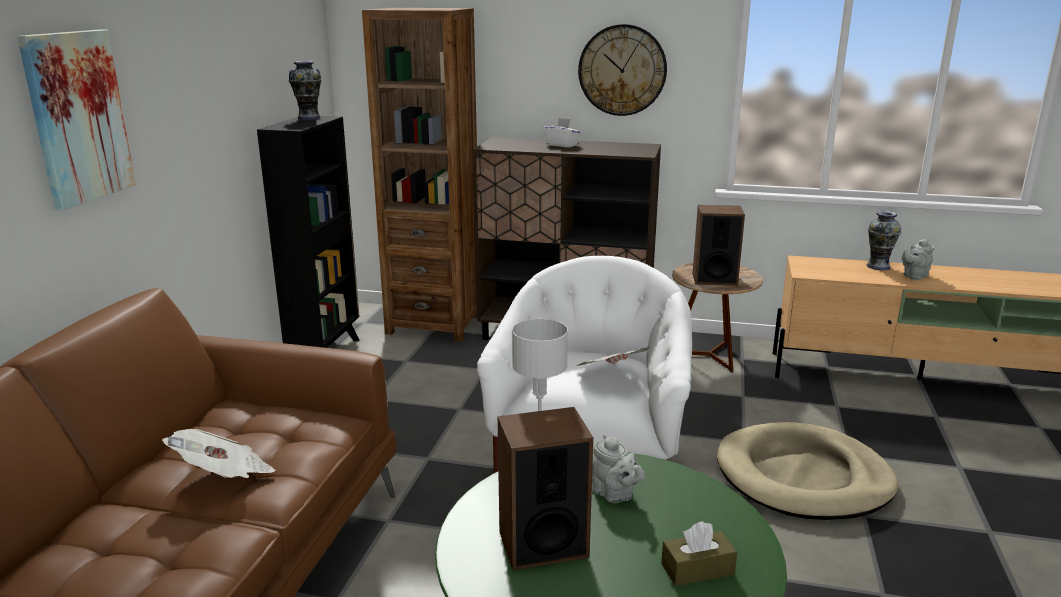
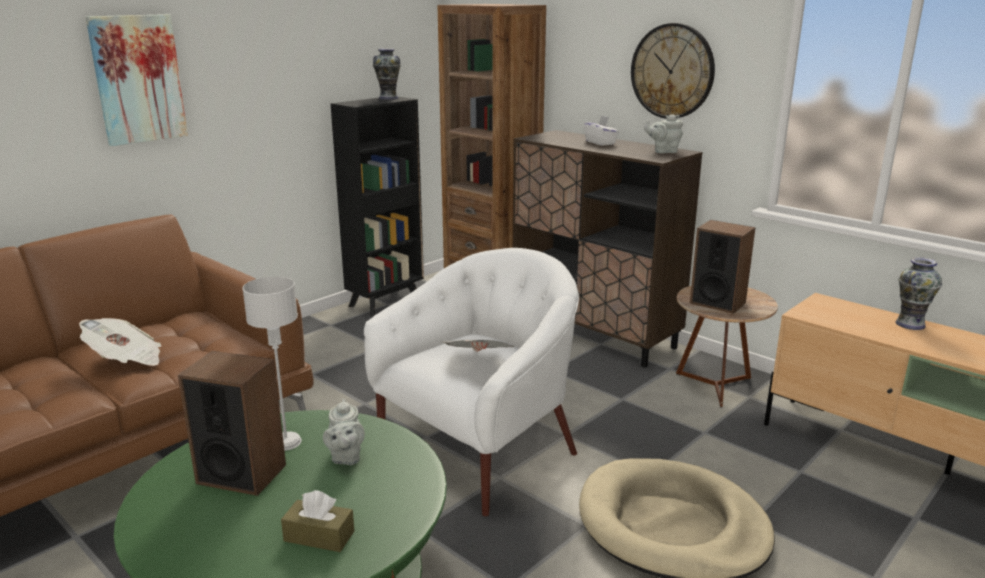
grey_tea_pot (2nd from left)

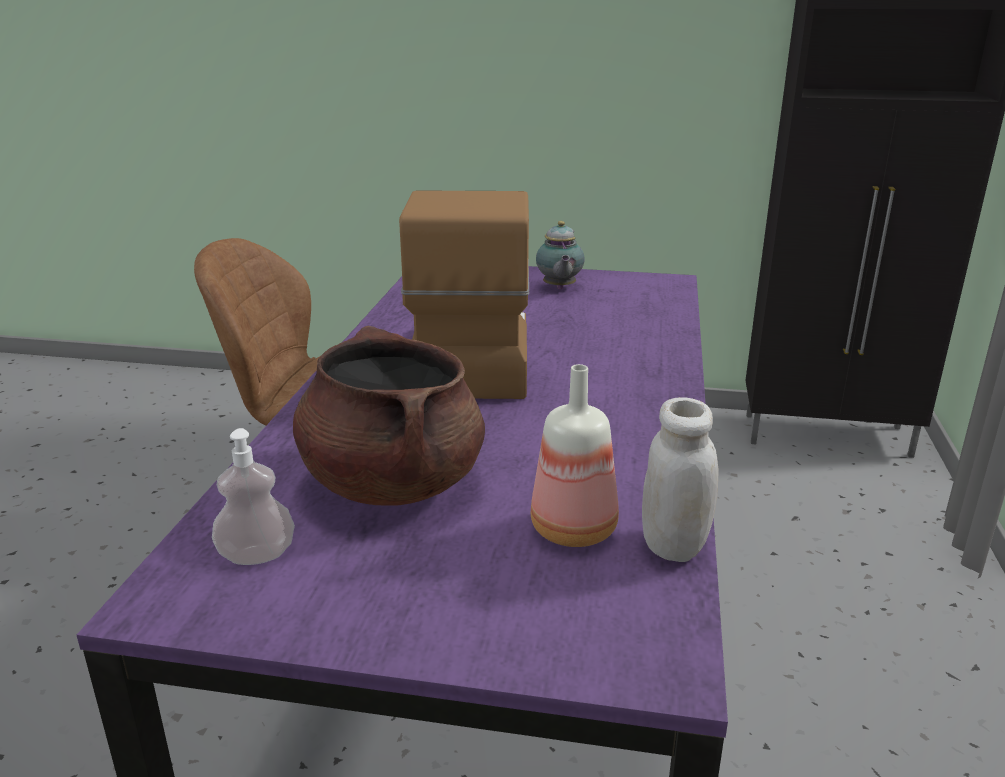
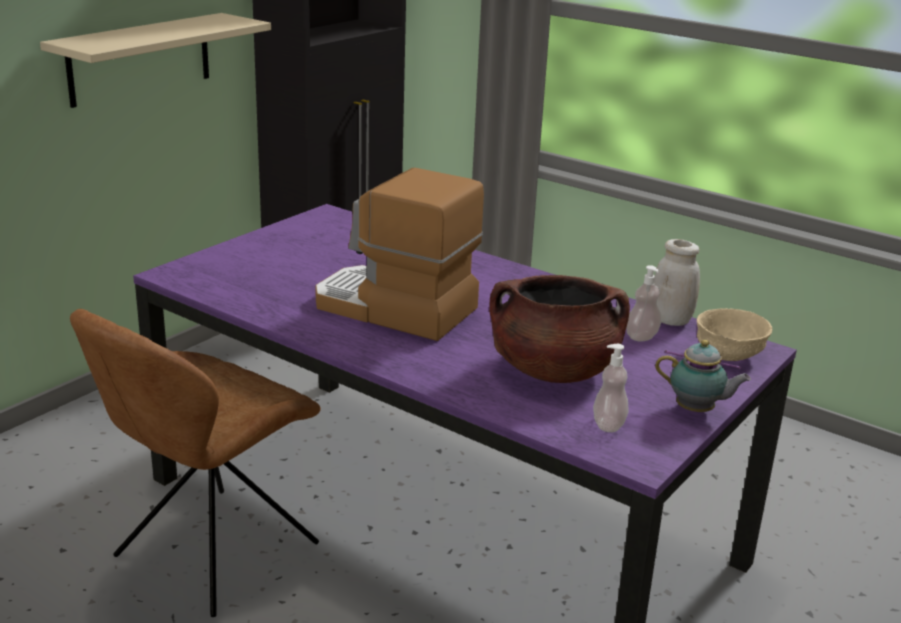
liquid_soap_bottle (2nd from left); tea_pot; sand-coloured_wall_shelf; sand-coloured_deep_dish

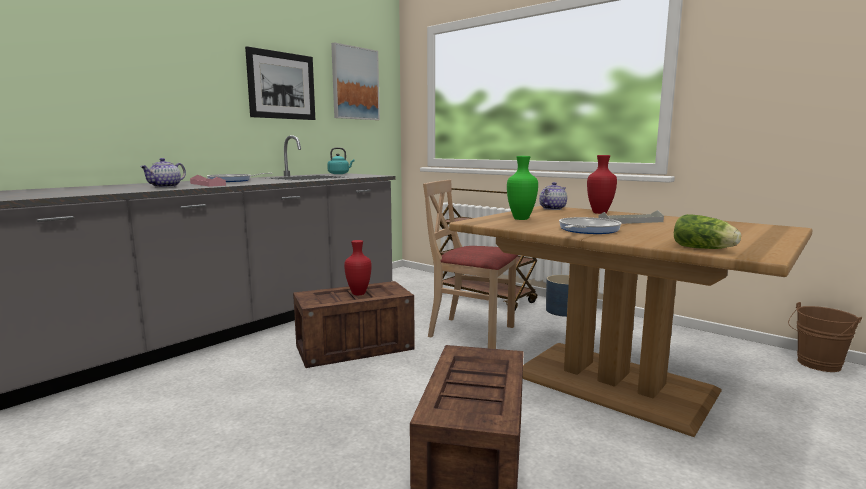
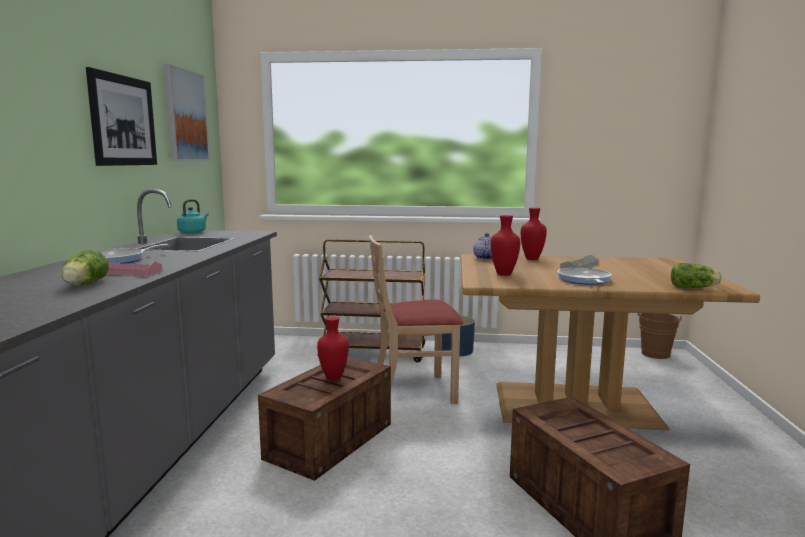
lettuce (1st from left); reddish_decorative_vase (2nd from left)

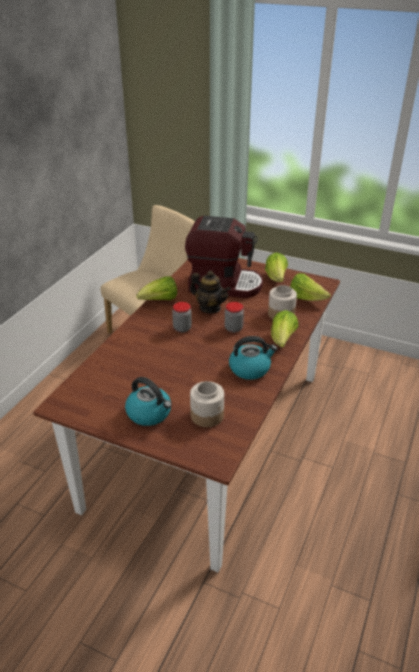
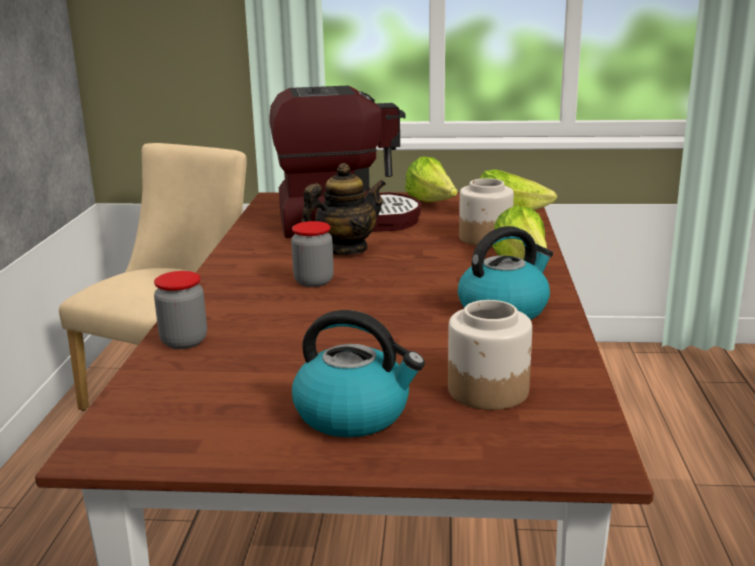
lettuce (1st from left in the first image); tea_pot; preserve_jar (1st from left)

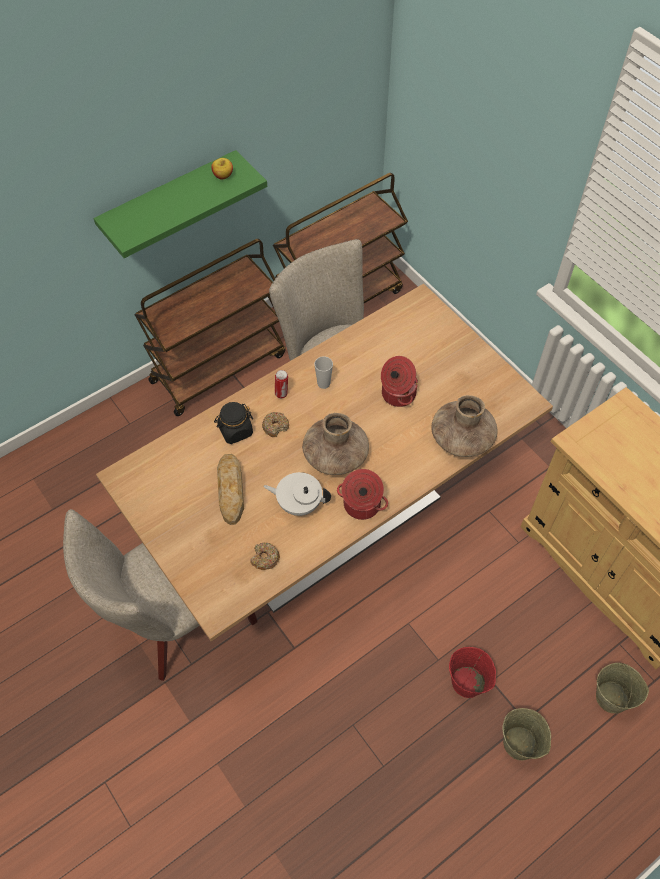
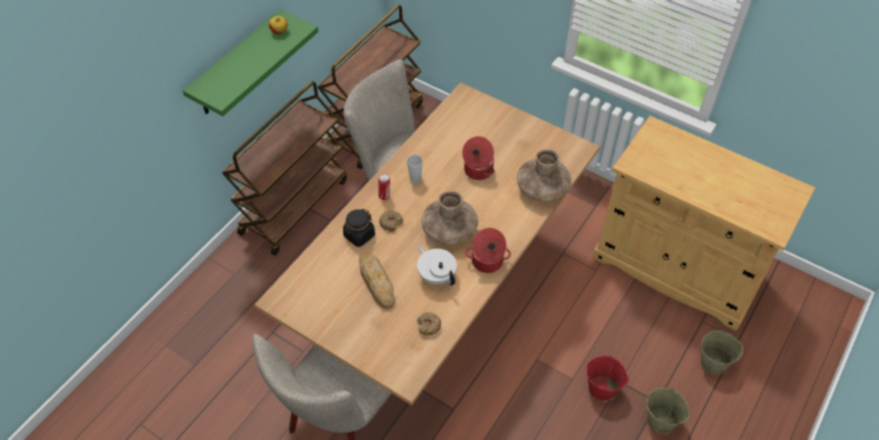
white_tea_pot

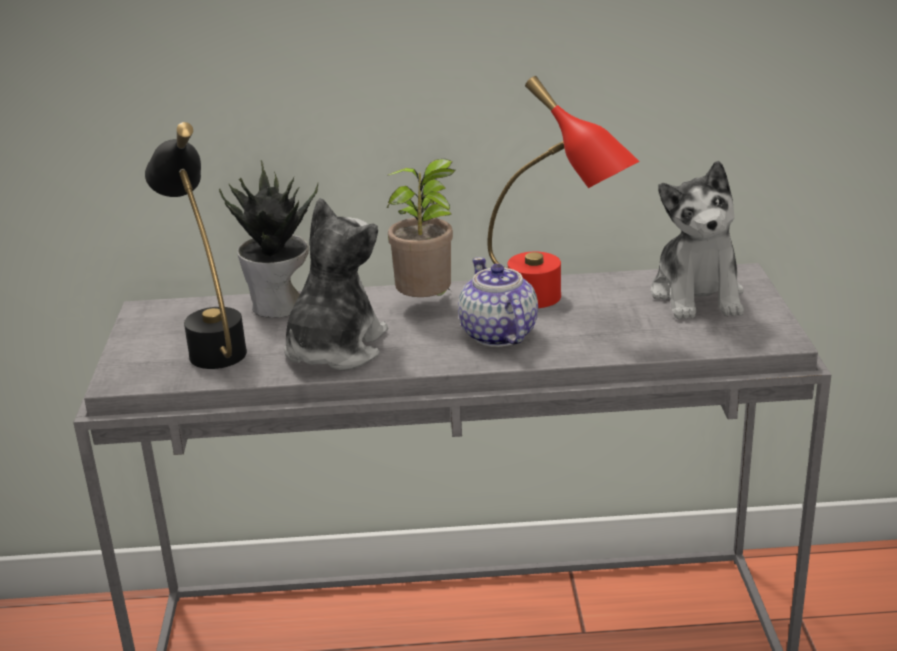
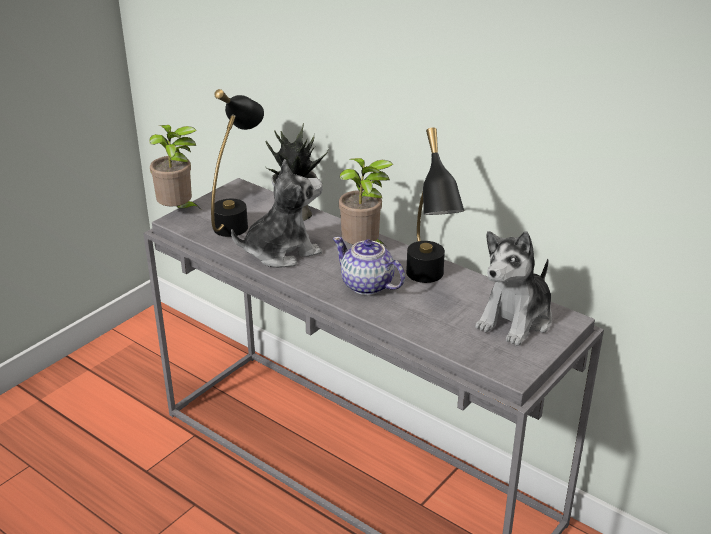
tea_pot; black_table_lamp (2nd from left); houseplant (1st from left)

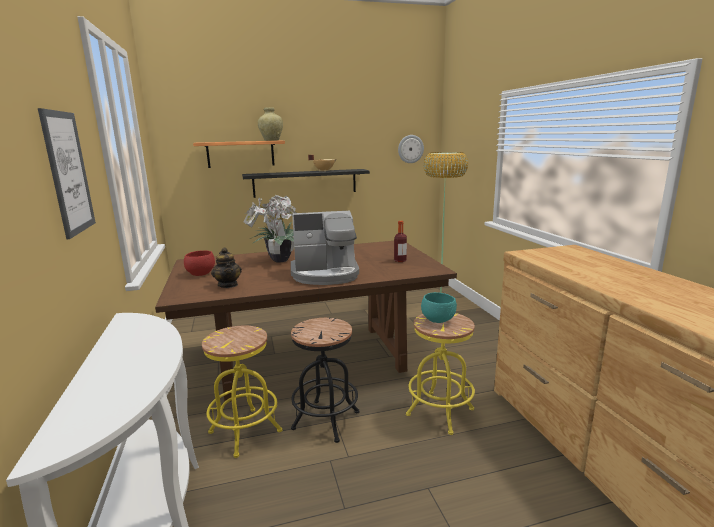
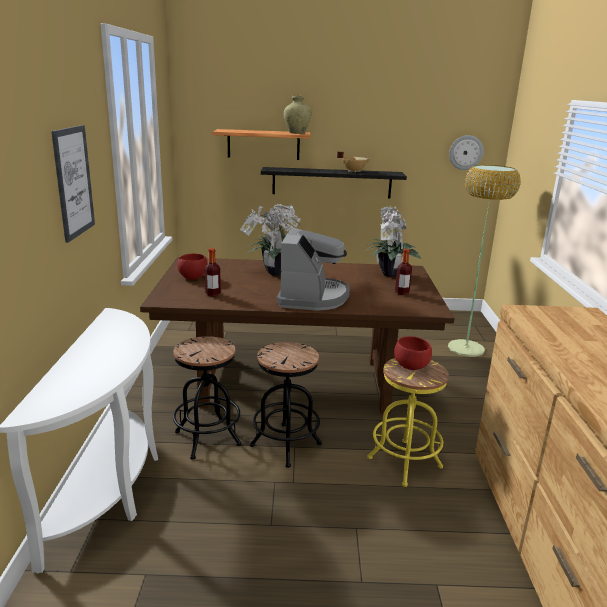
black_sitting_stool (1st from left); drink_bottle (1st from left); coffee_machine; reddish_deep_dish (2nd from left); houseplant (2nd from left)

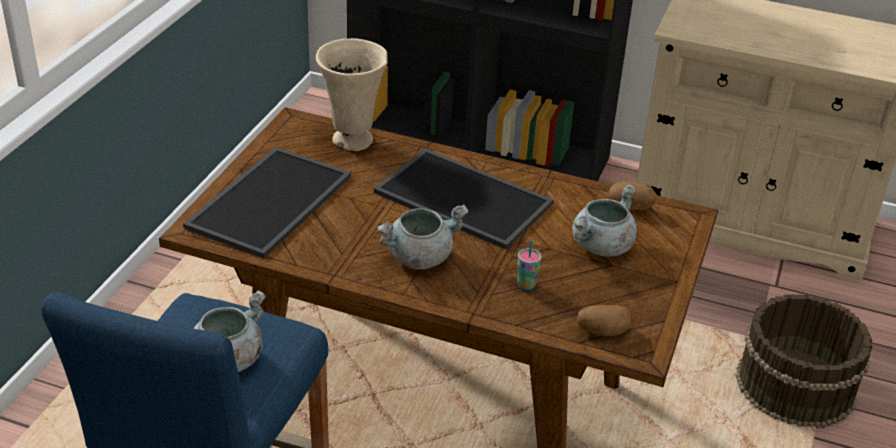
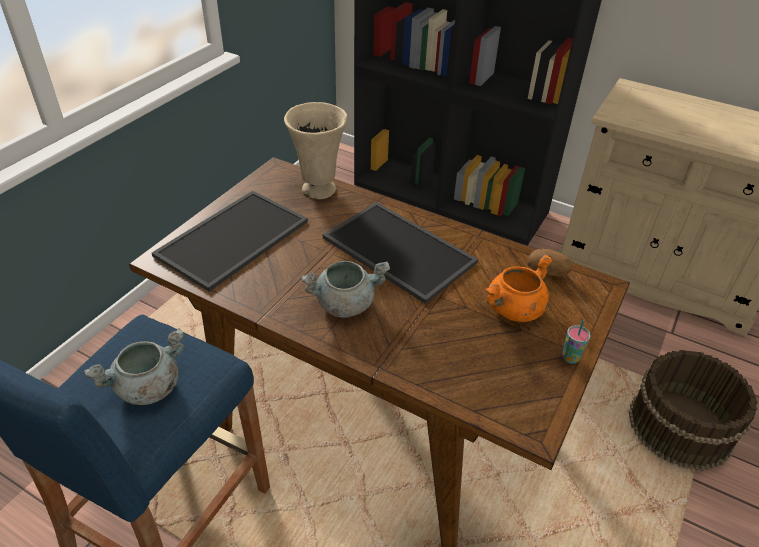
drinking_cup; orange_cooking_pot; whole_potato (1st from left in the first image)

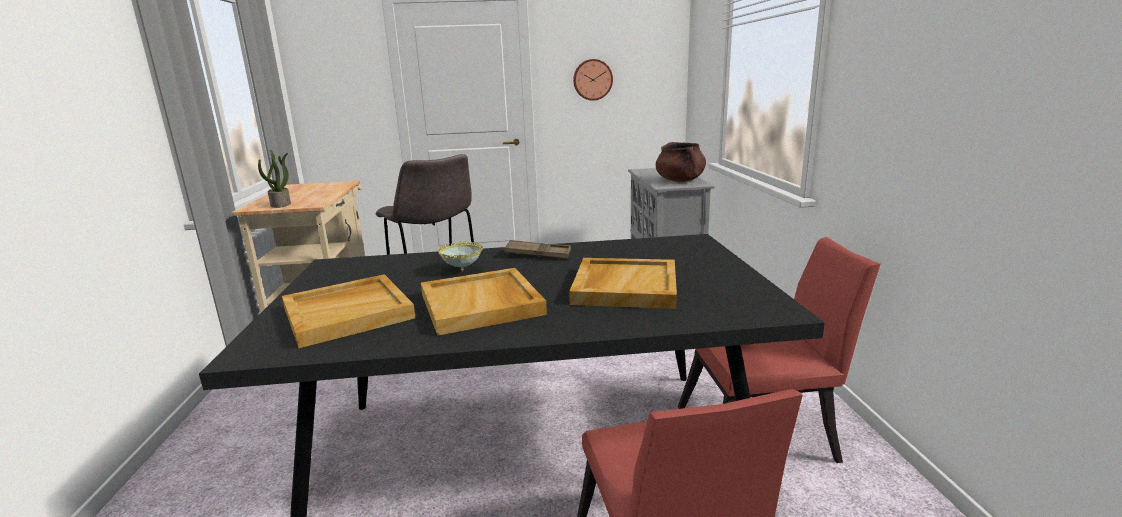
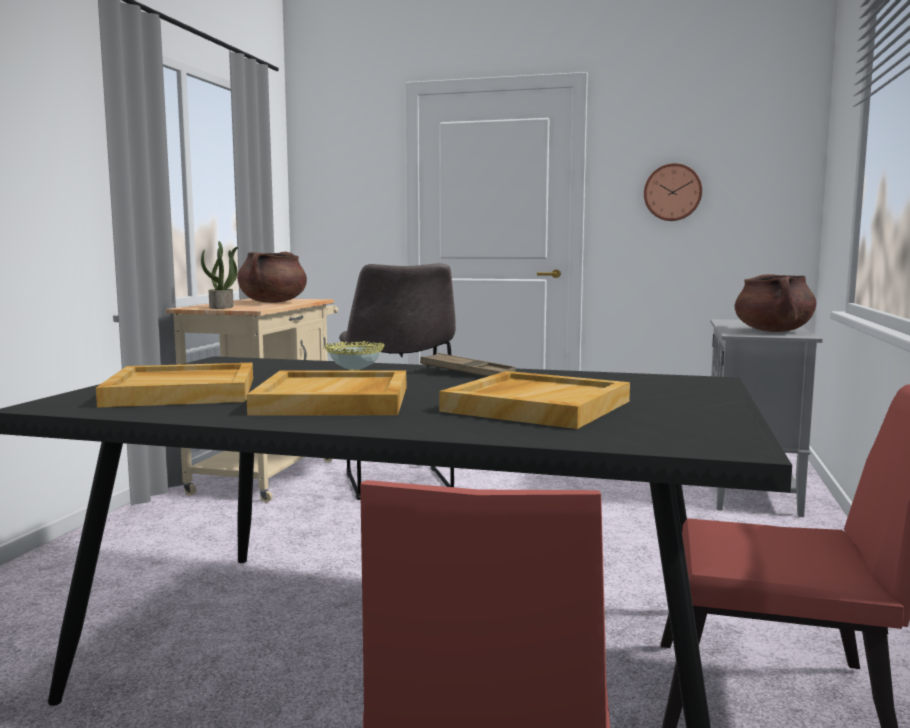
brown_cooking_pot (1st from left)

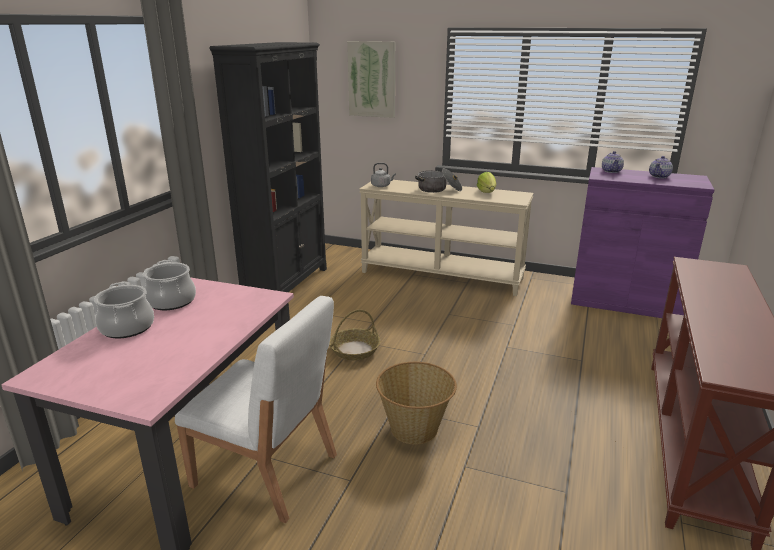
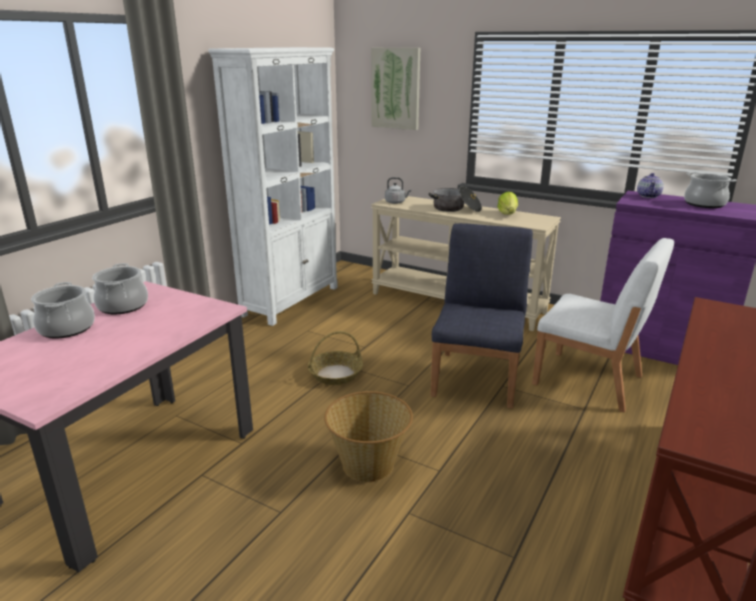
white_chair; white_bookshelf; cooking_pot (4th from left); blue-coloured_chair

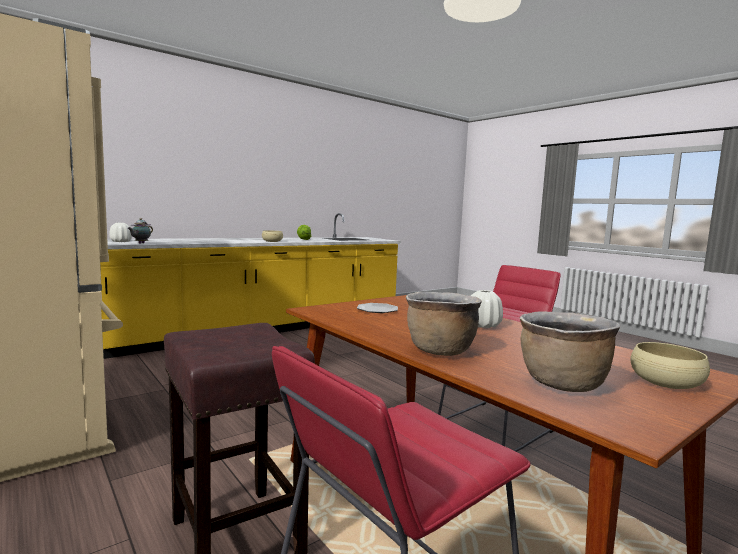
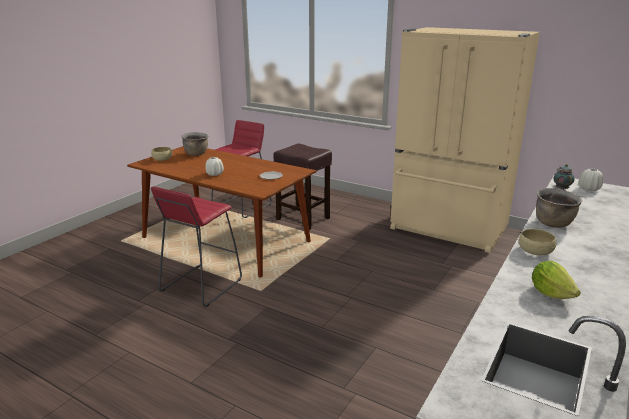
brown_cooking_pot (2nd from left)

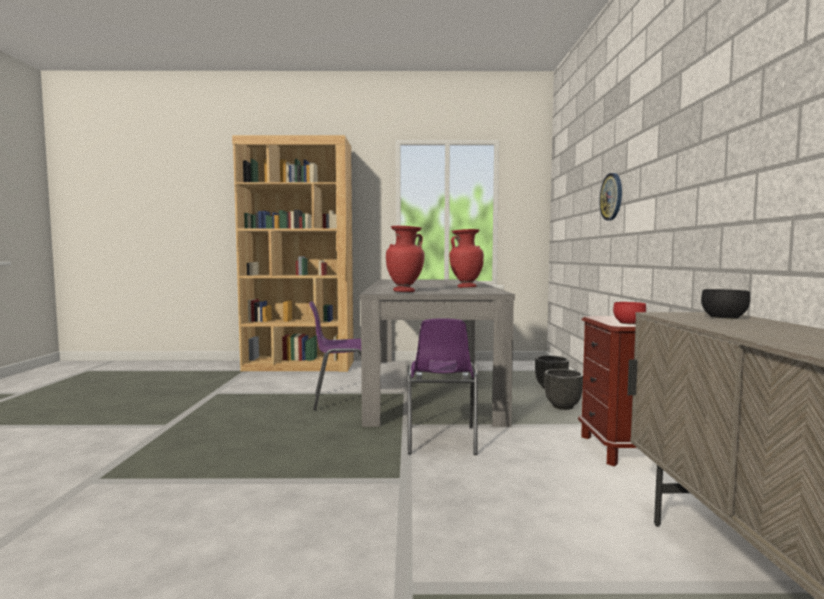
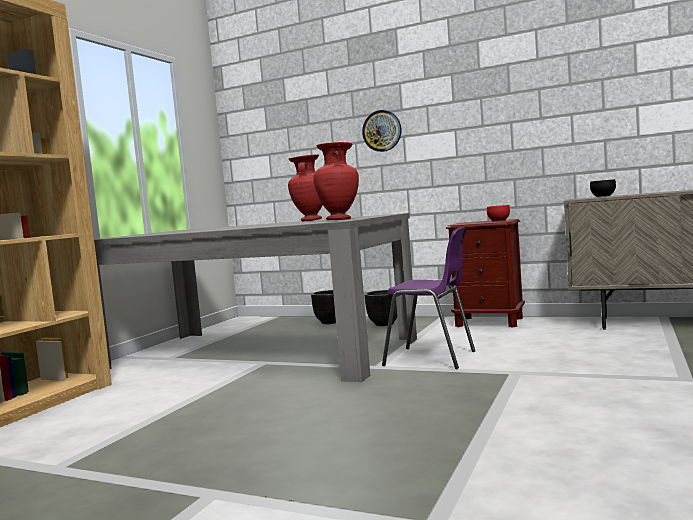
purplish_chair (1st from left in the first image)

